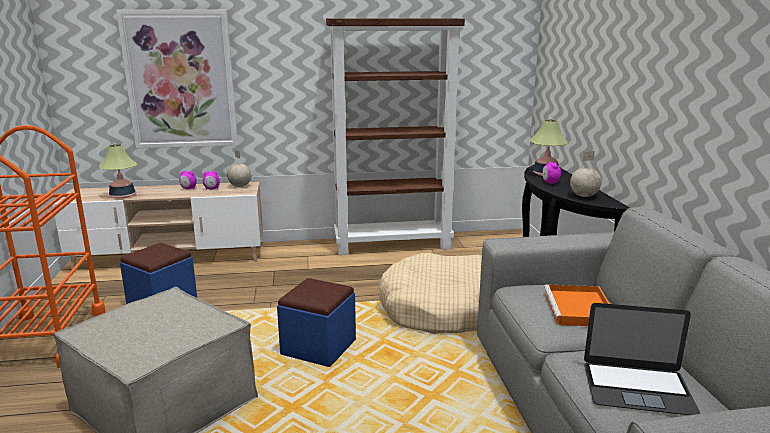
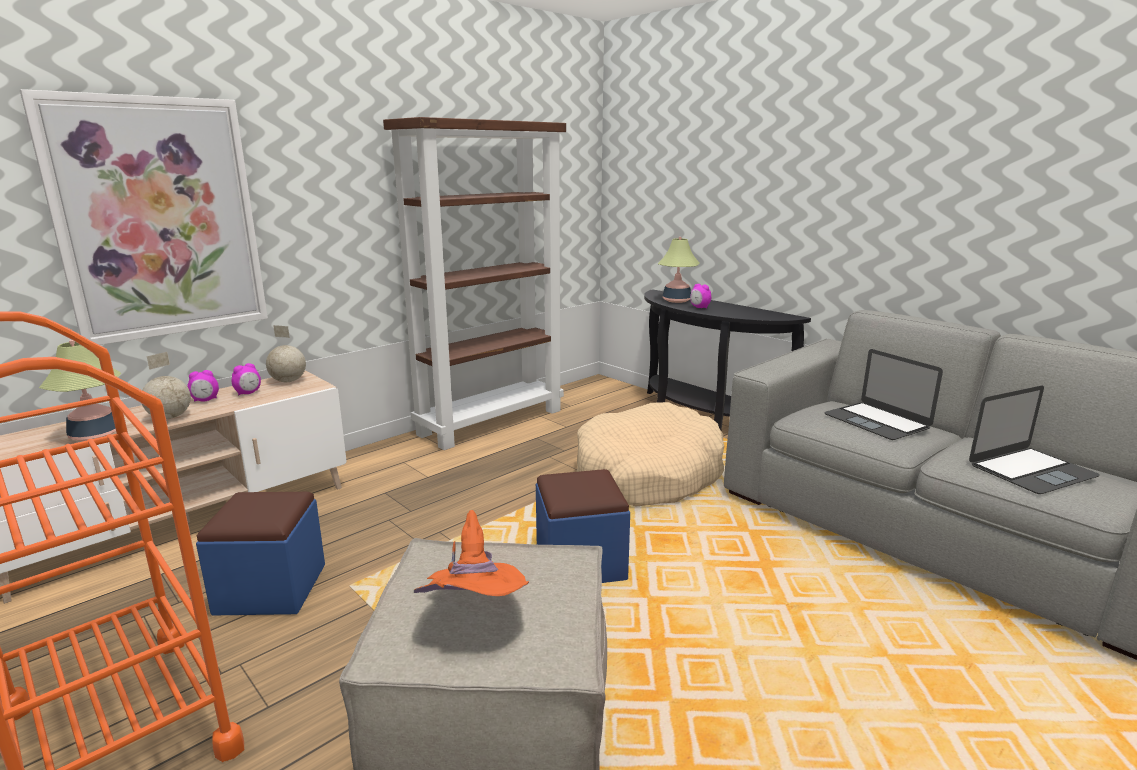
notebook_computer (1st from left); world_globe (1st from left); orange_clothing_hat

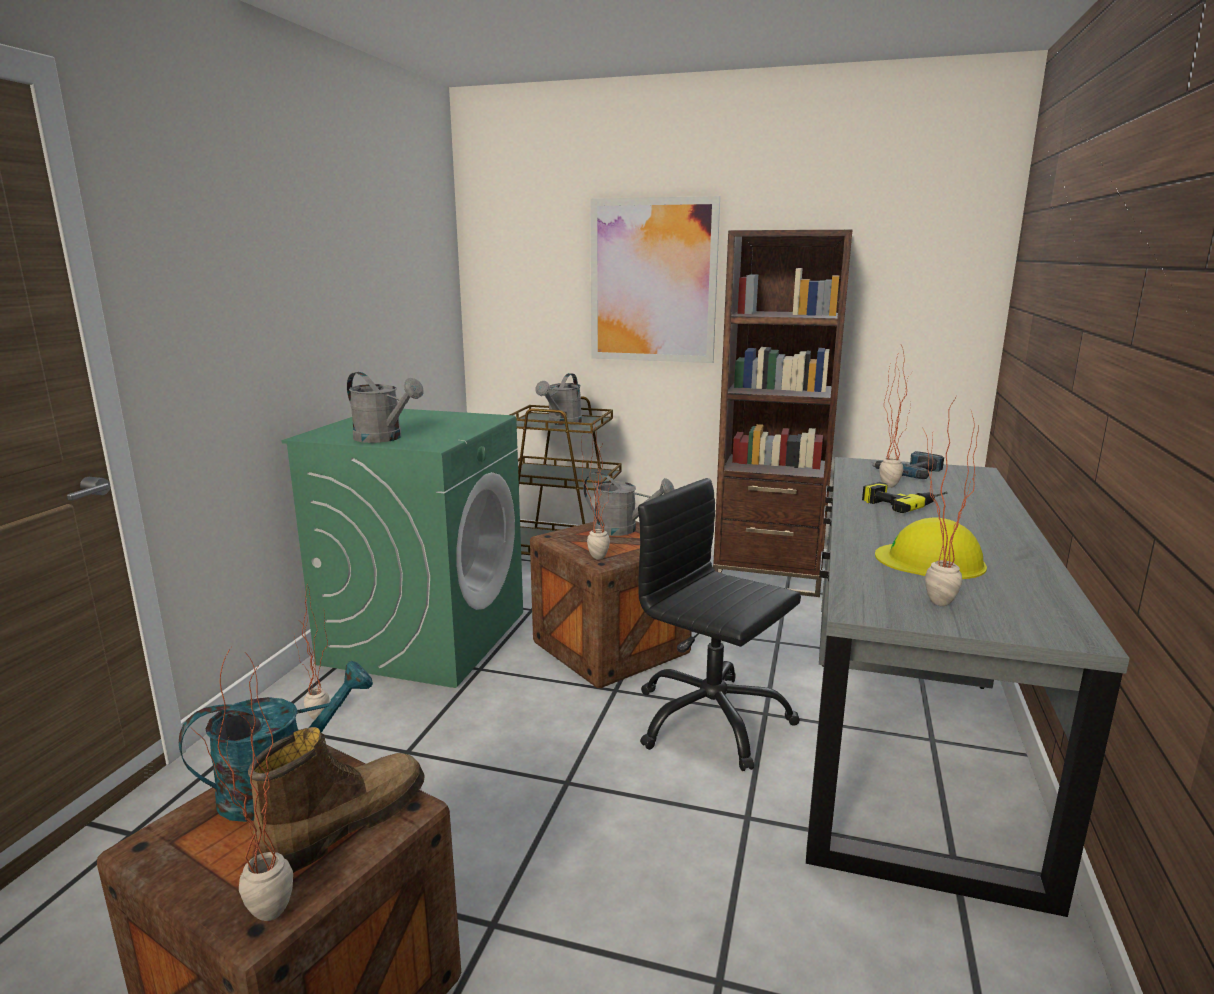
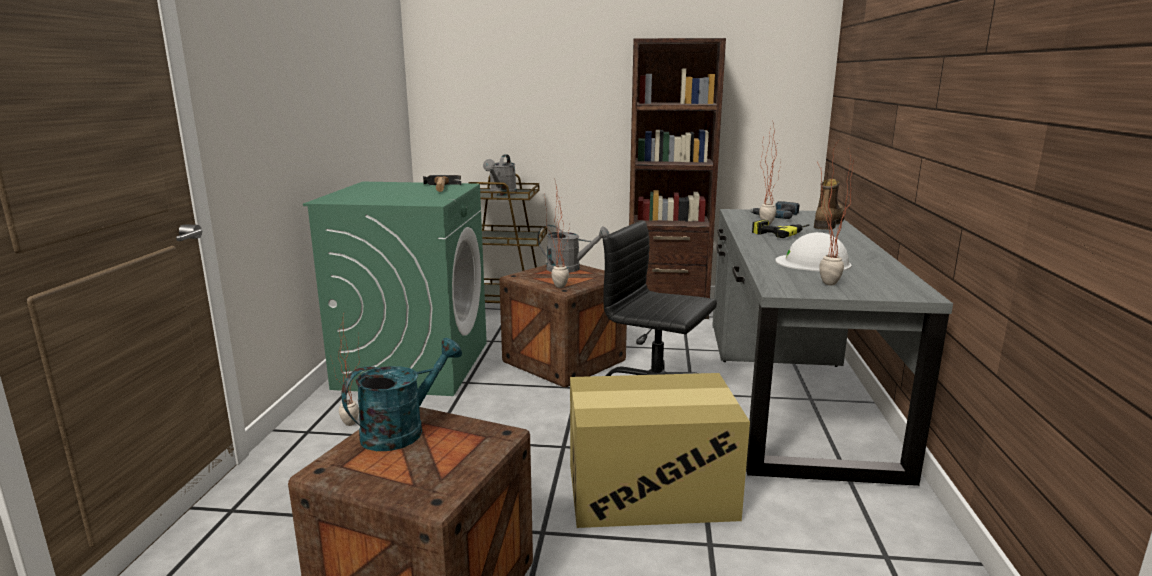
houseplant (1st from left in the first image); high-top_boot; grey_watering_pot (1st from left in the first image); wall_picture; white_hard_hat; tool_hammer; cardboard_box

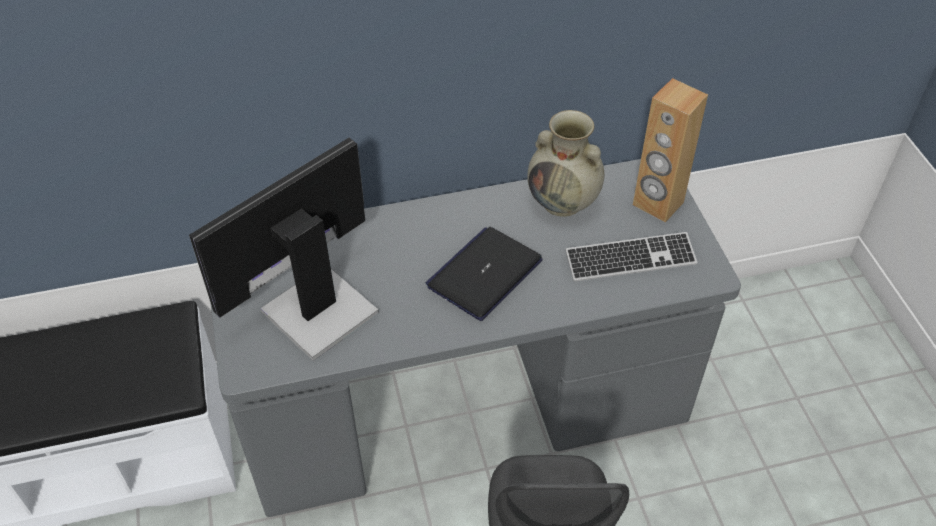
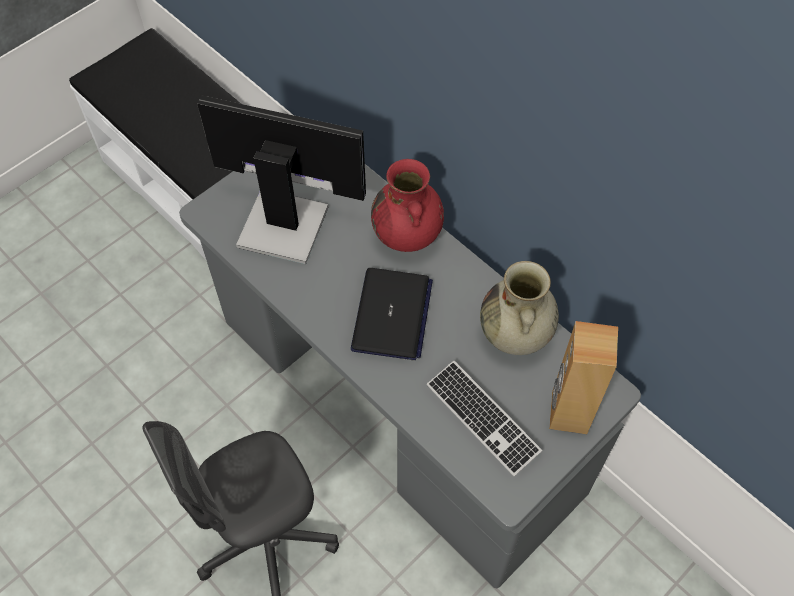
notebook_computer; reddish_decorative_vase

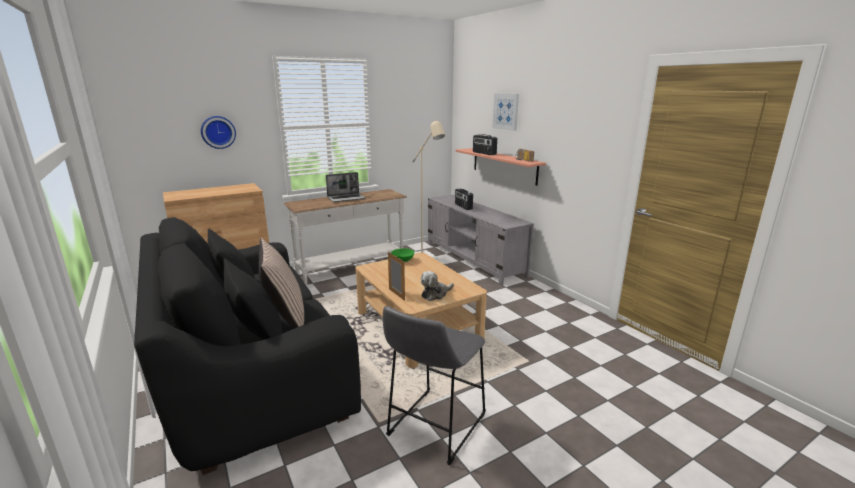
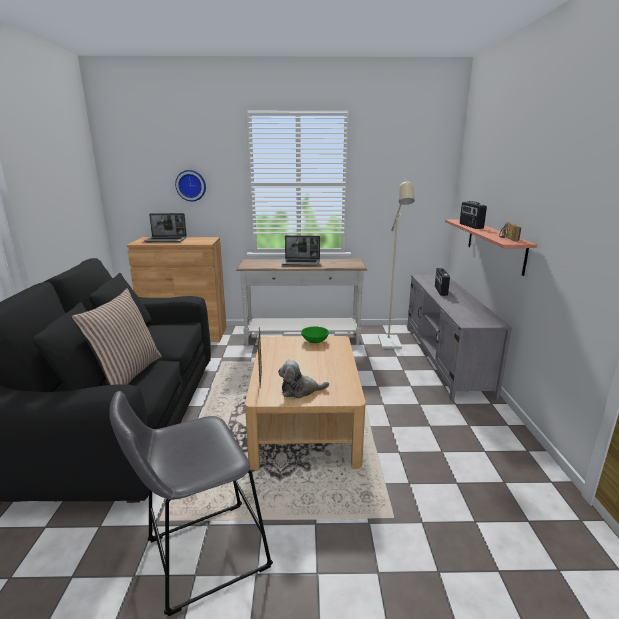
wall_picture; notebook_computer (1st from left)

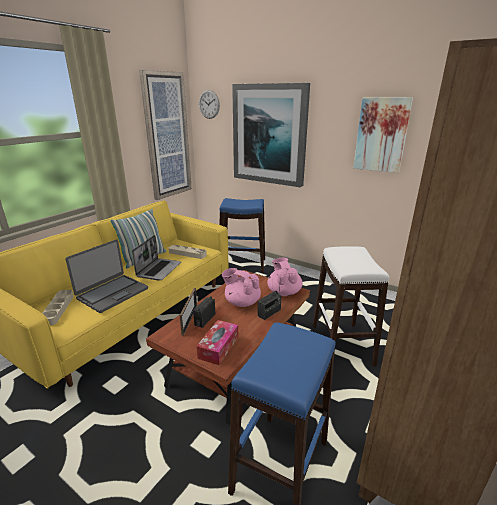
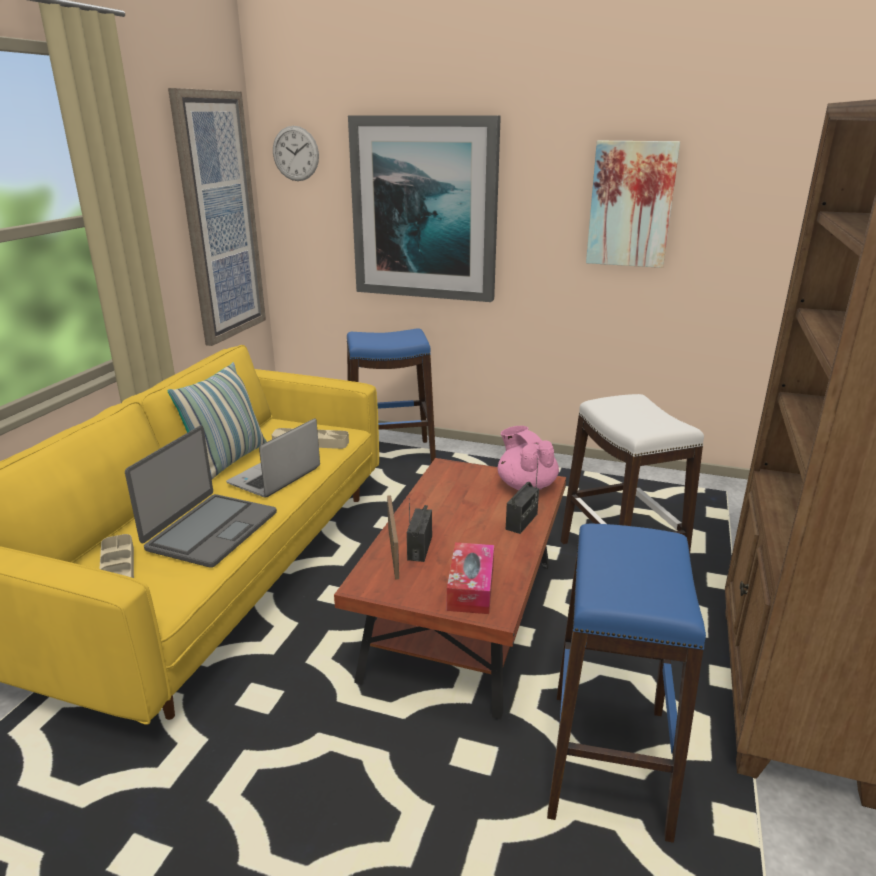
notebook_computer (2nd from left); pink_tea_pot (1st from left in the first image)

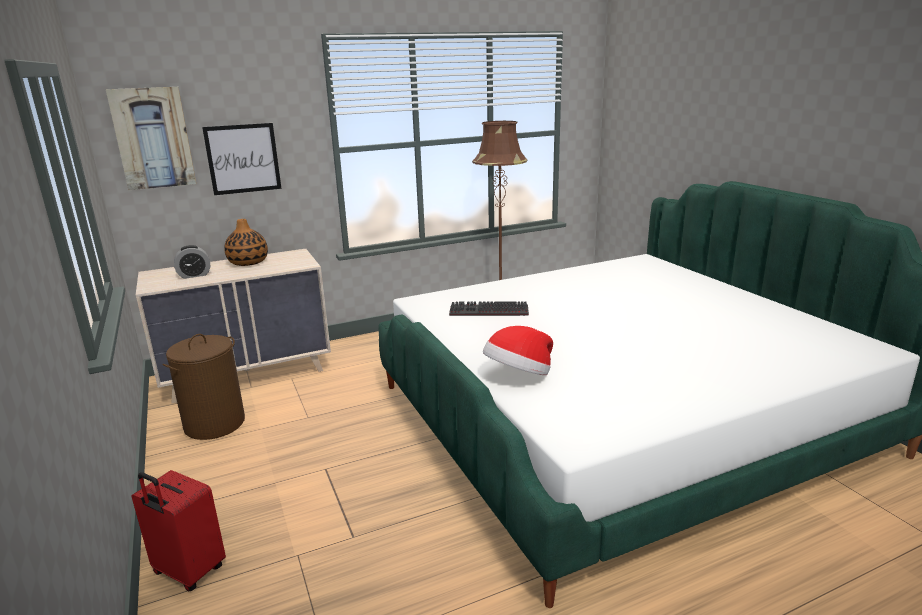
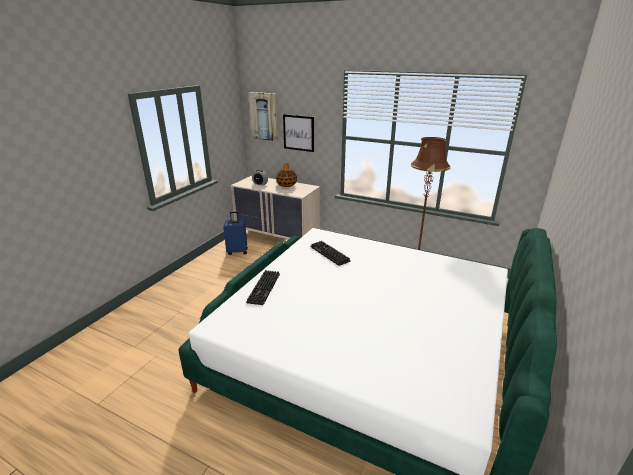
reddish_travel_case; blue-coloured_travel_case; PC_keyboard (1st from left)

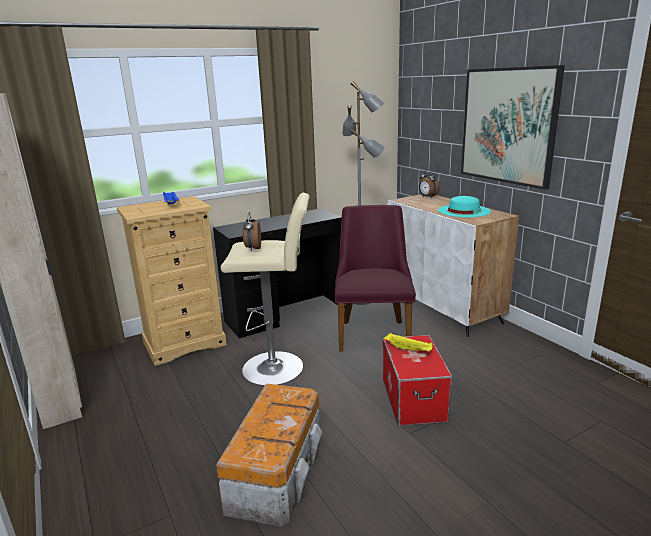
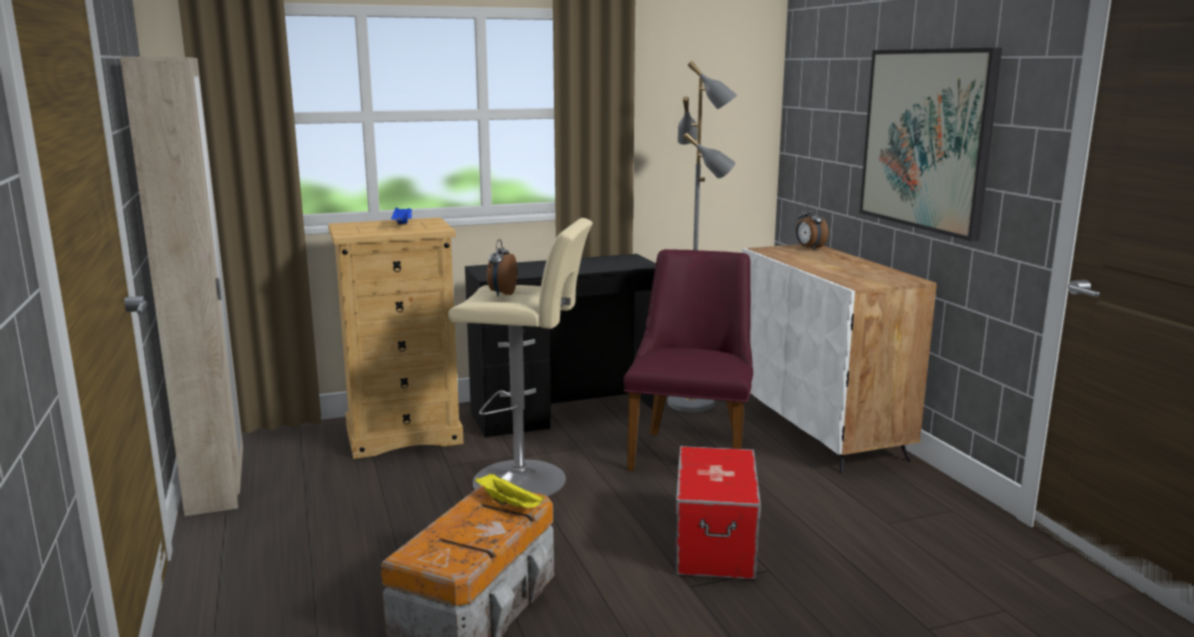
yellowish_tray; turquoise_clothing_hat

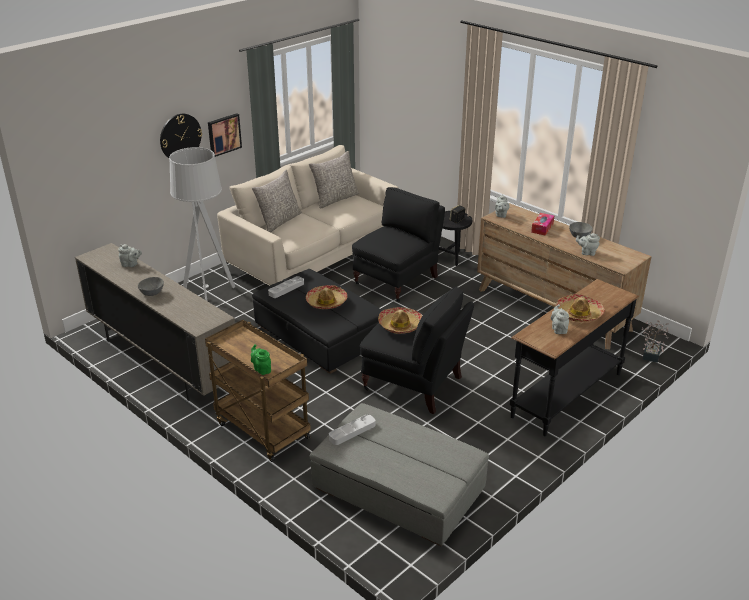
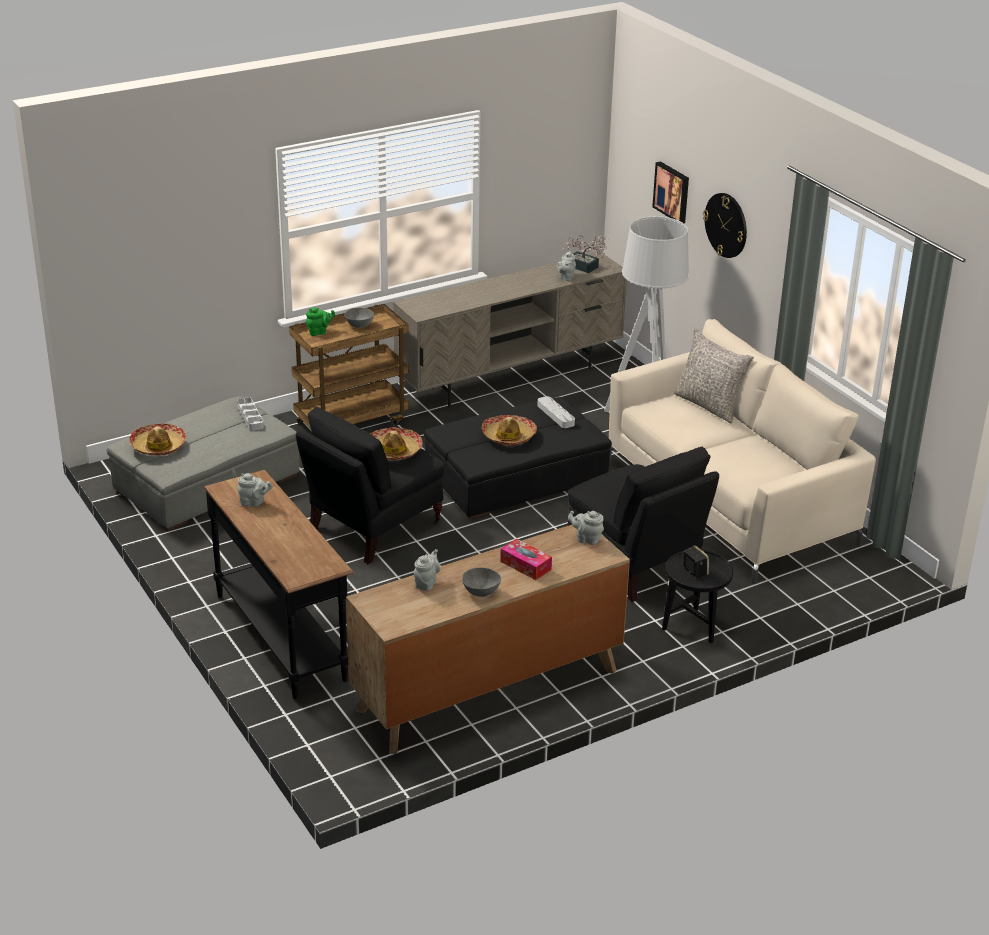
grey_deep_dish (1st from left); wall_picture; grey_pillow (2nd from left in the first image); clothing_hat (1st from left); houseplant

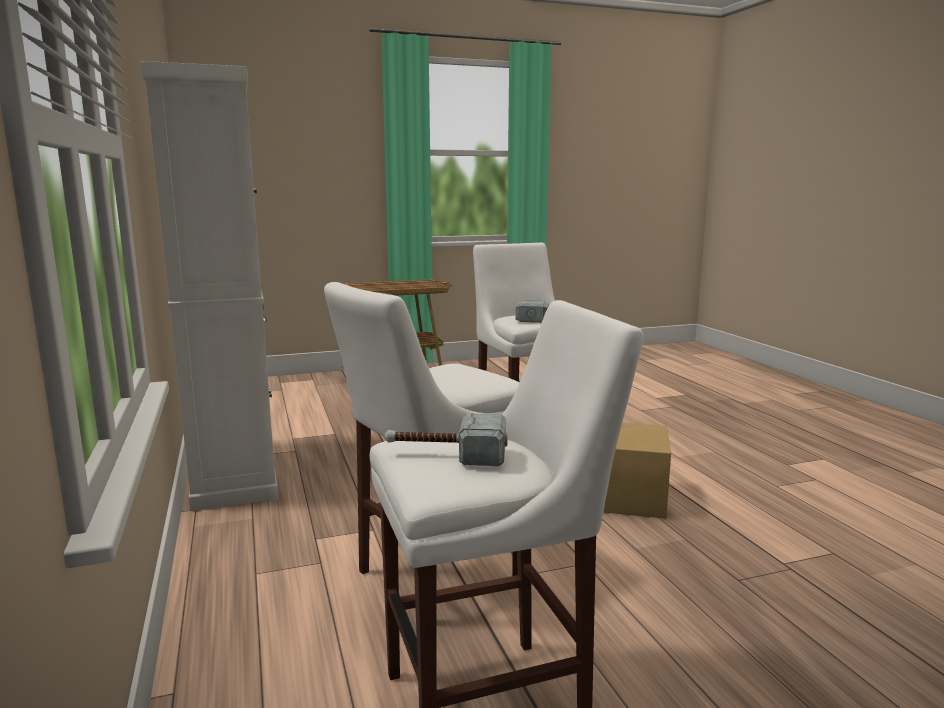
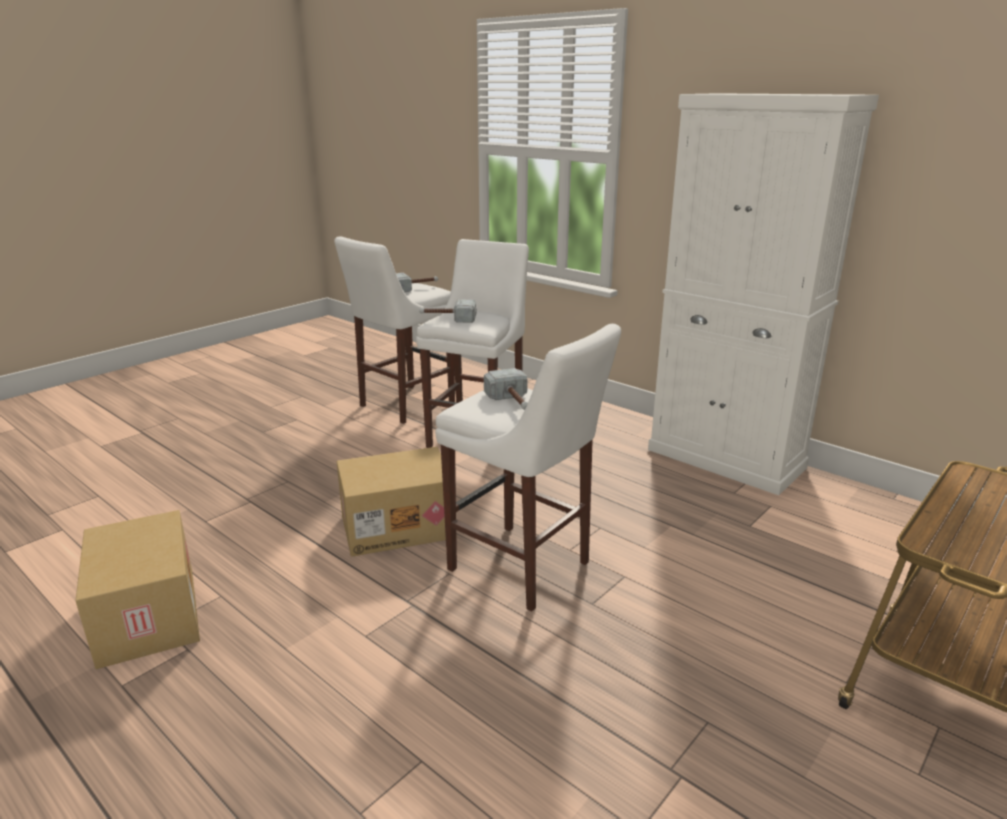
cardboard_box (1st from left); tool_hammer (2nd from left)

